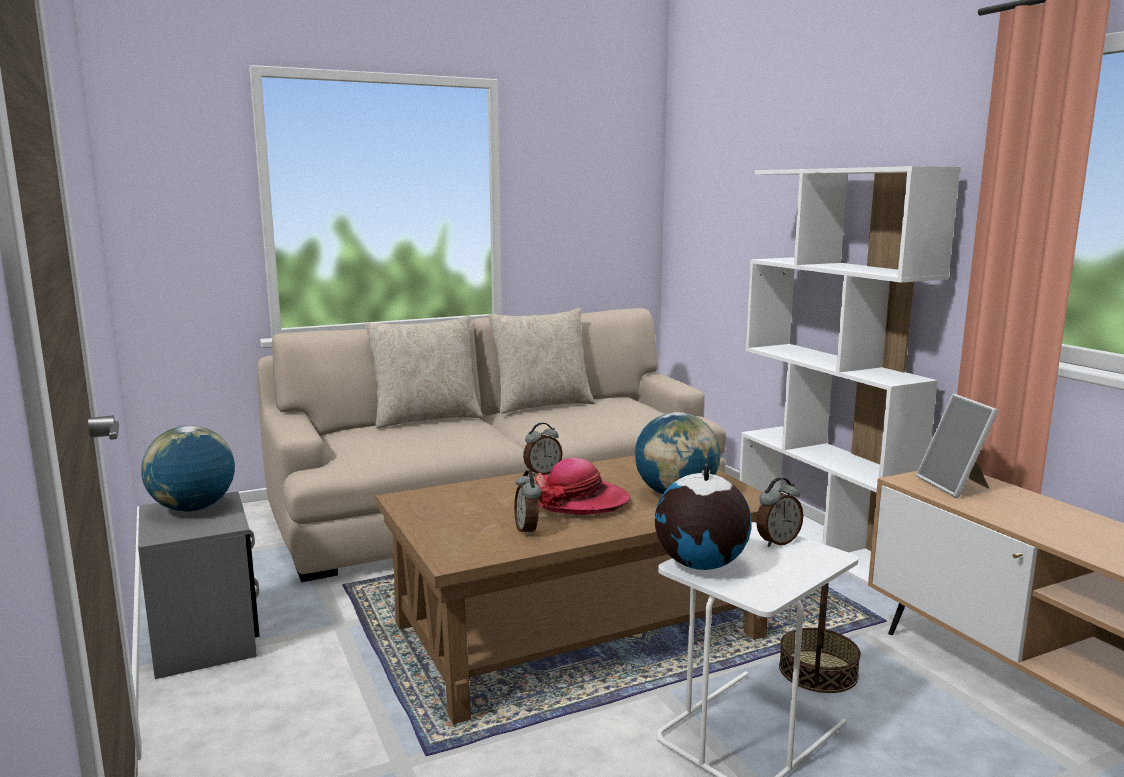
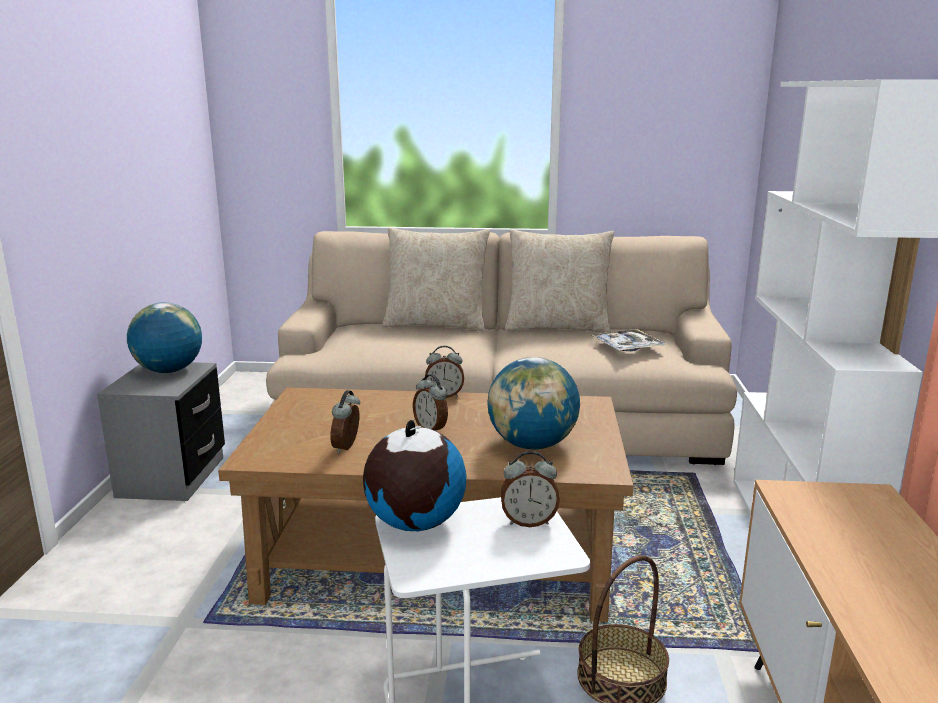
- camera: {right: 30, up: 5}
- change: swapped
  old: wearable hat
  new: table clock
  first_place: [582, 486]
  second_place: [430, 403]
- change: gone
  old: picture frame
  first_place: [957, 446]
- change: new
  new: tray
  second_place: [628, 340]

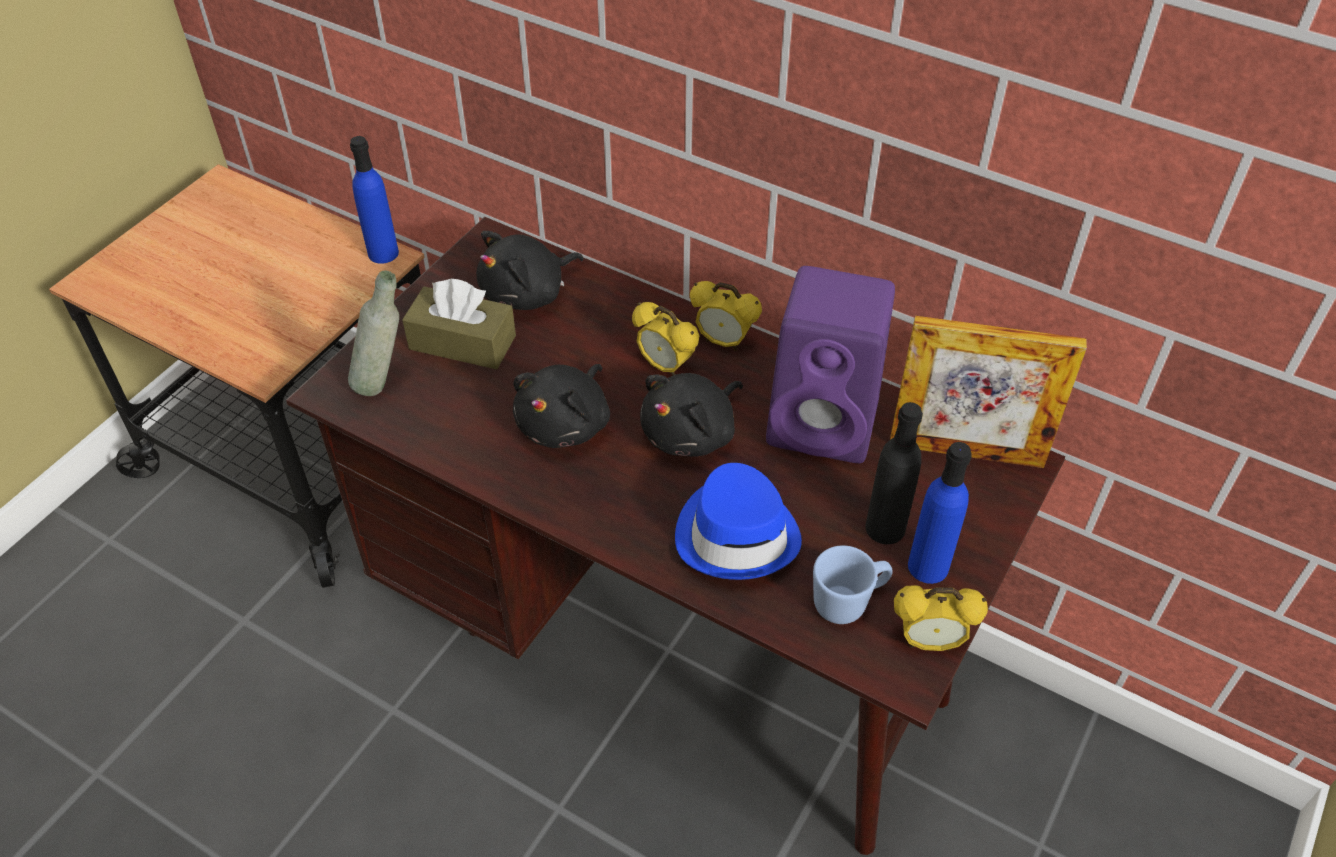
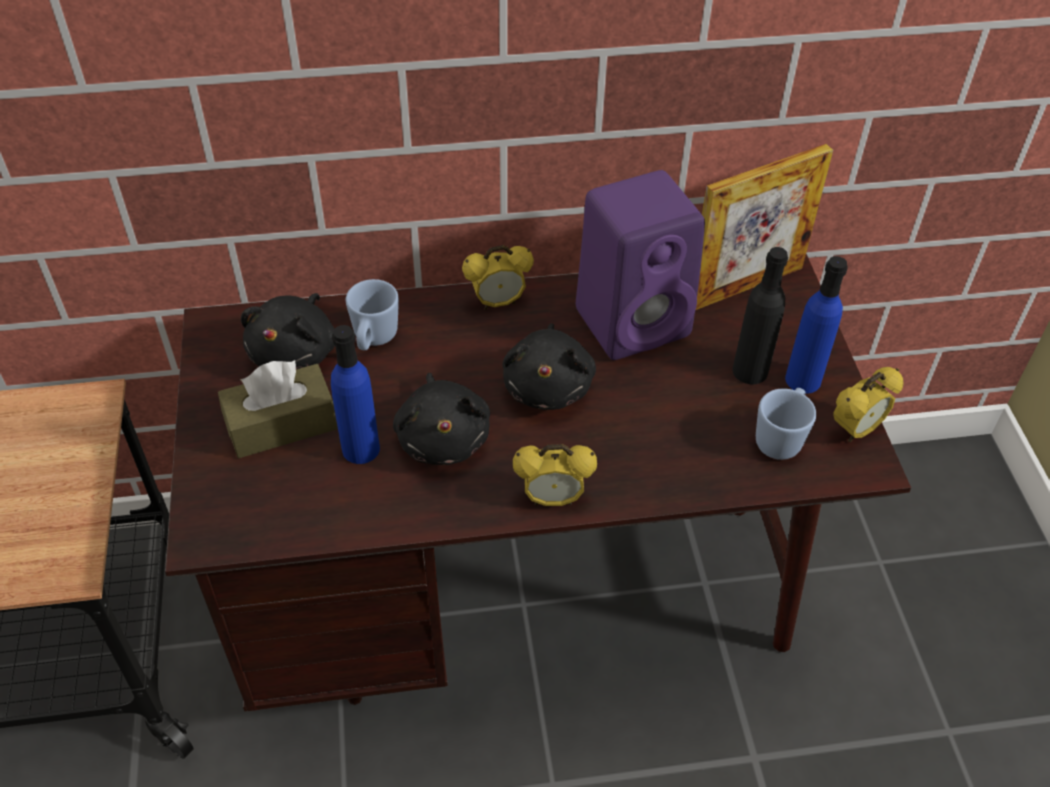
- camera: {right: -40, up: 0}
- change: gone
  old: drink bottle/greyish
  first_place: [373, 333]
- change: shifted
  old: drink bottle/blue-coloured
  first_place: [374, 200]
  second_place: [355, 394]
- change: shifted
  old: table clock
  first_place: [665, 339]
  second_place: [555, 475]
- change: gone
  old: wearable hat/blue-coloured
  first_place: [738, 521]
- change: new
  new: mug/blue-coloured
  second_place: [372, 314]

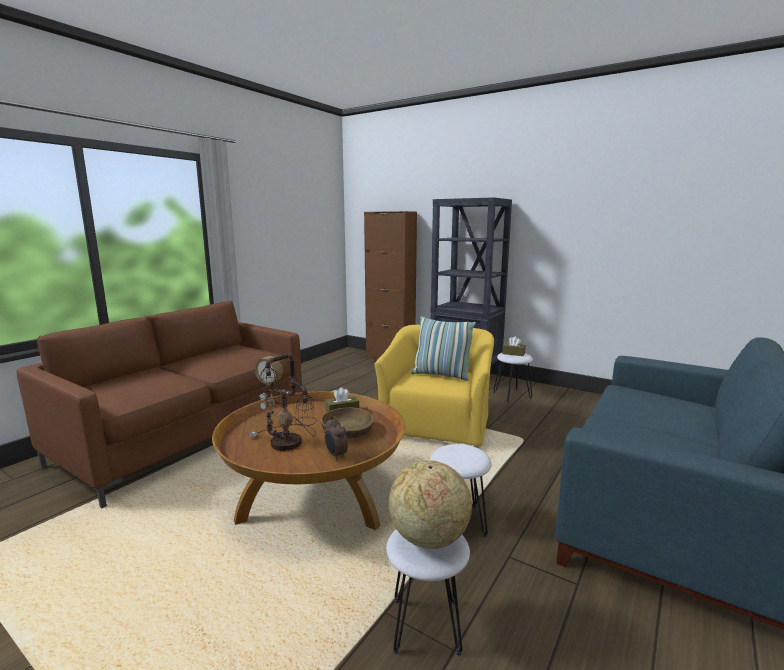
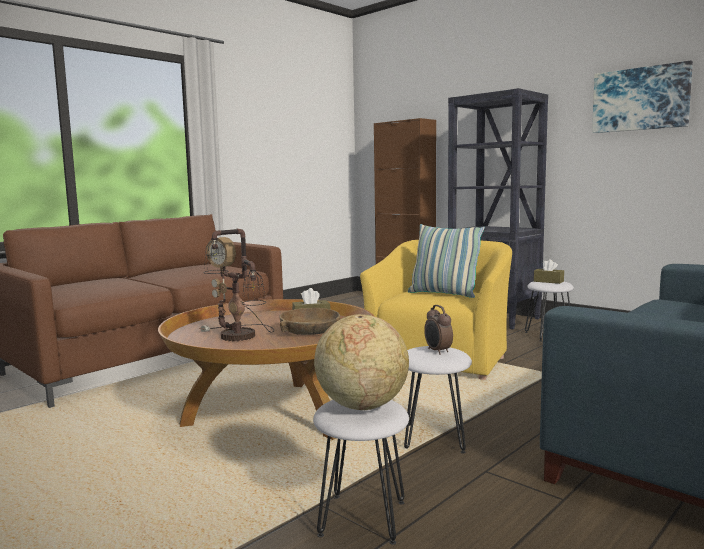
- camera: {right: 10, up: -5}
- change: shifted
  old: table clock
  first_place: [336, 438]
  second_place: [438, 330]
- change: new
  new: wall art
  second_place: [642, 97]

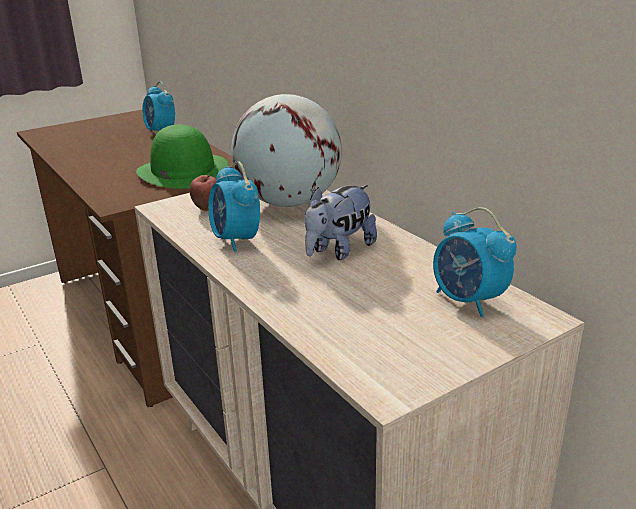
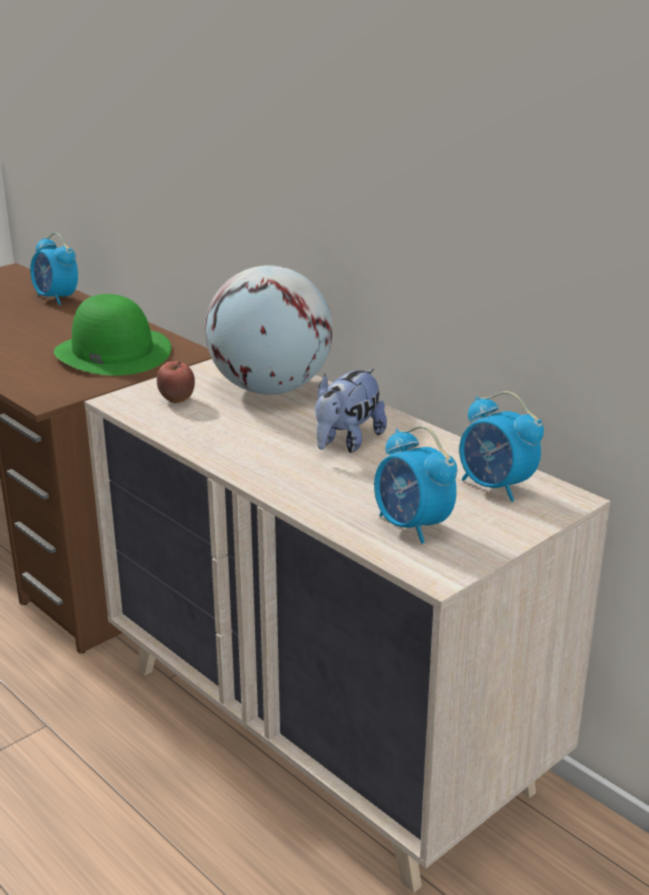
- camera: {right: -10, up: 0}
- change: shifted
  old: table clock
  first_place: [234, 206]
  second_place: [415, 485]

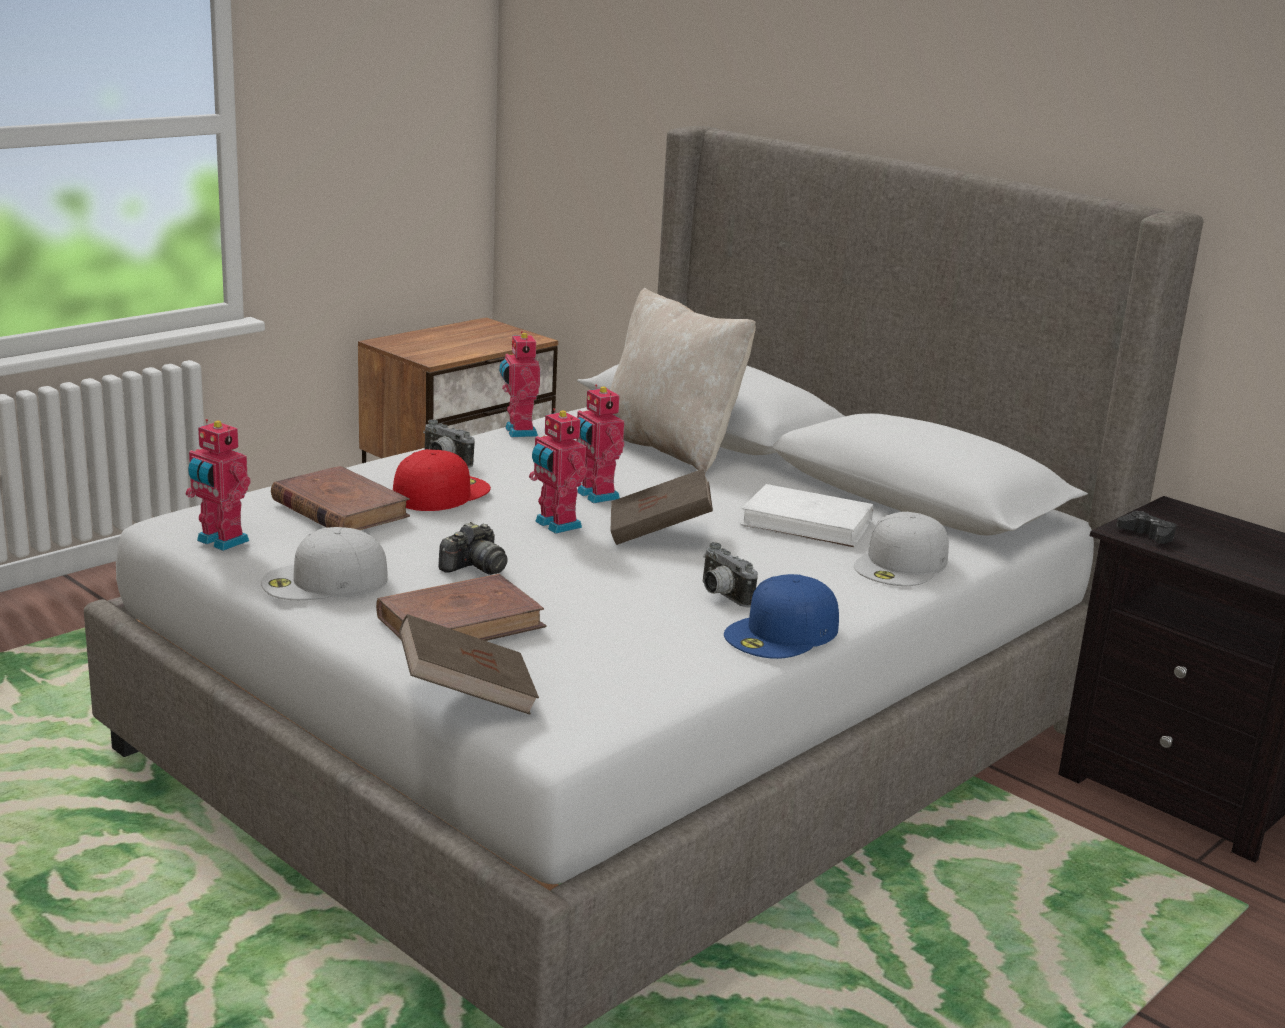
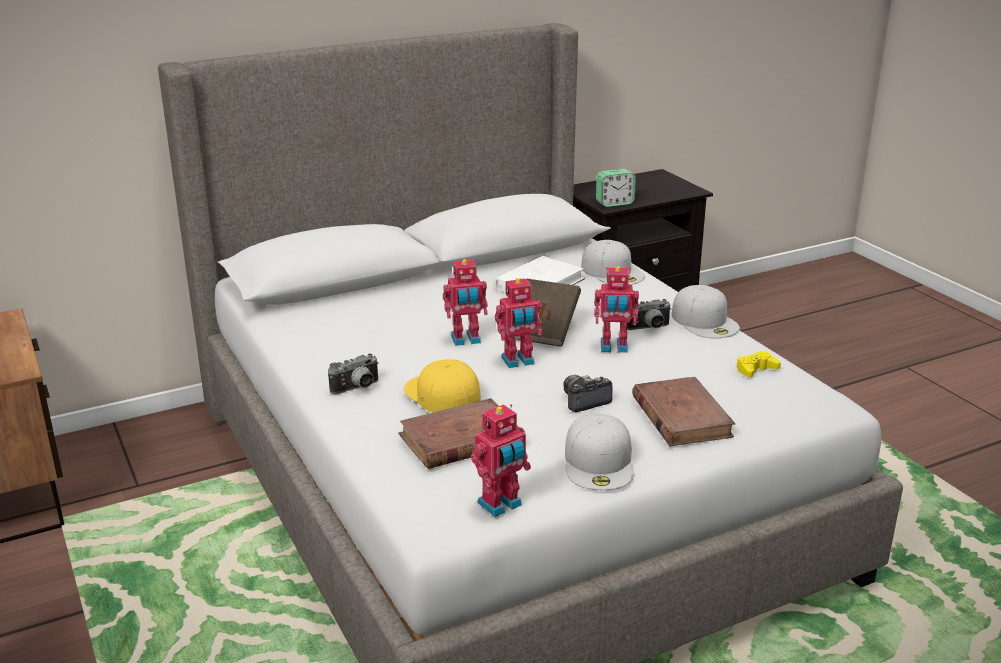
- camera: {right: -70, up: 5}
- change: repainted
  old: peaked cap/red-coloured
  new: peaked cap/yellowish
  first_place: [442, 480]
  second_place: [442, 386]
- change: gone
  old: volume/brownish
  first_place: [469, 664]
- change: rotated
  old: photo camera
  first_place: [473, 548]
  second_place: [587, 393]
  degrees: -90
- change: shifted
  old: toy robot
  first_place: [519, 384]
  second_place: [616, 309]
- change: gone
  old: throw pillow/beige
  first_place: [683, 381]
- change: repainted
  old: peaked cap/blue-coloured
  new: peaked cap/white
  first_place: [781, 616]
  second_place: [706, 311]
- change: swapped
  old: gamepad/black-coloured
  new: table clock
  first_place: [1146, 527]
  second_place: [616, 188]
- change: new
  new: gamepad/yellowish
  second_place: [758, 364]

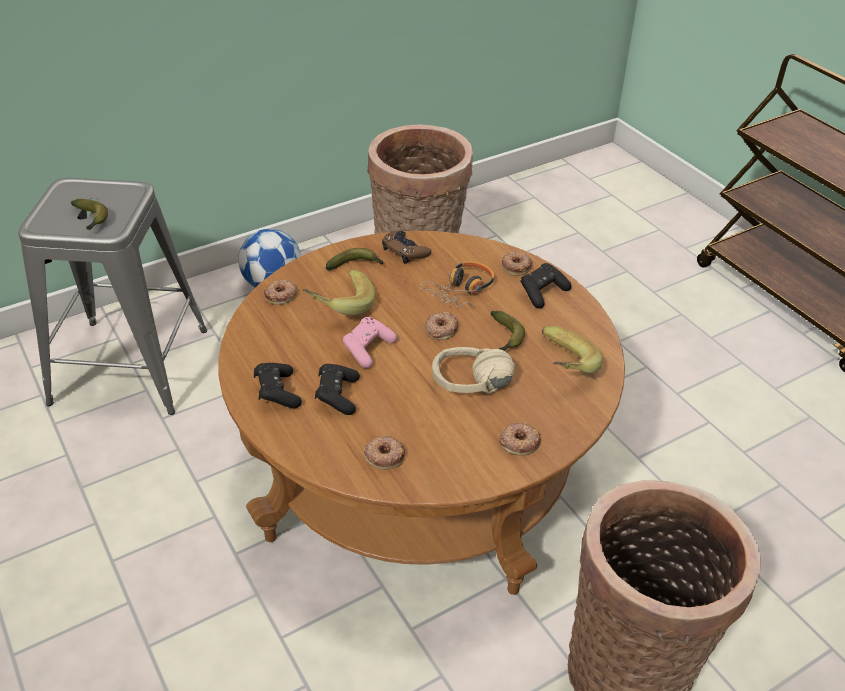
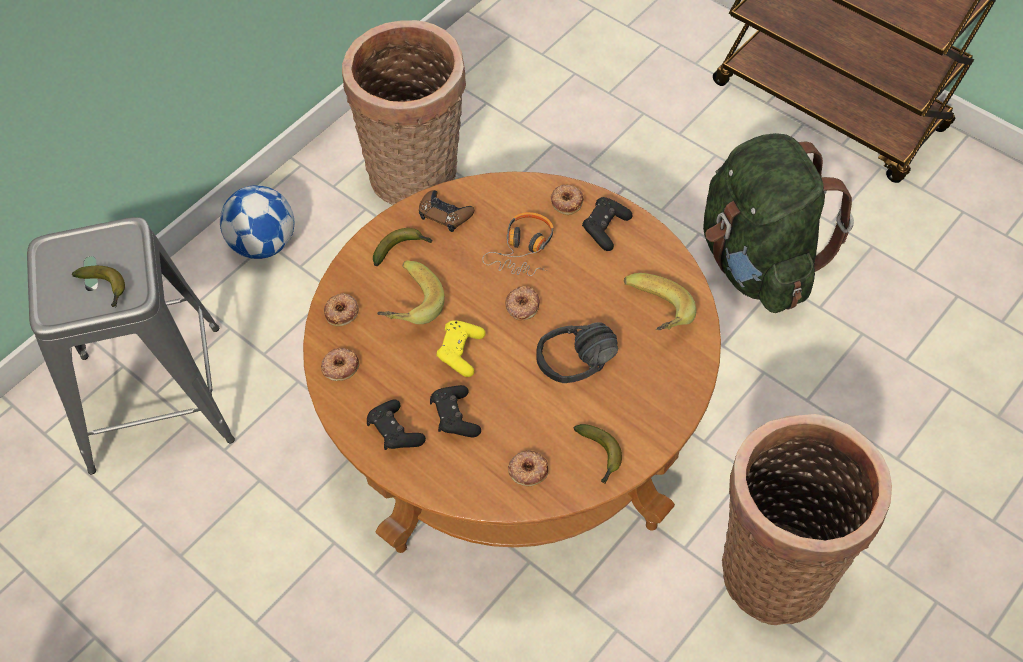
- camera: {right: -15, up: 15}
- change: repainted
  old: gamepad/pink
  new: gamepad/yellowish
  first_place: [370, 342]
  second_place: [461, 348]
- change: repainted
  old: pair of headphones/beige
  new: pair of headphones/black-coloured
  first_place: [473, 370]
  second_place: [577, 352]
- change: shifted
  old: banana fruit
  first_place: [508, 331]
  second_place: [597, 454]
- change: shifted
  old: donut
  first_place: [520, 439]
  second_place: [340, 364]
- change: new
  new: backpack/greenish
  second_place: [778, 223]

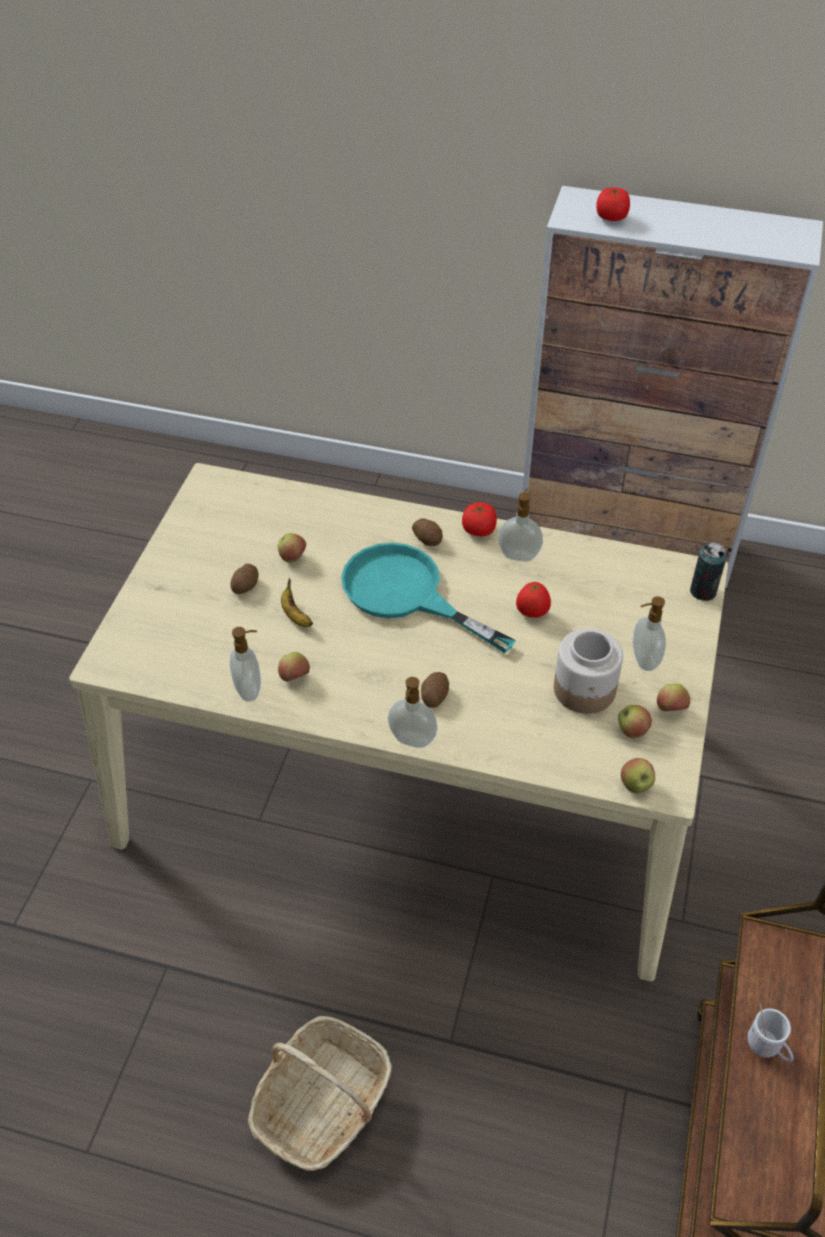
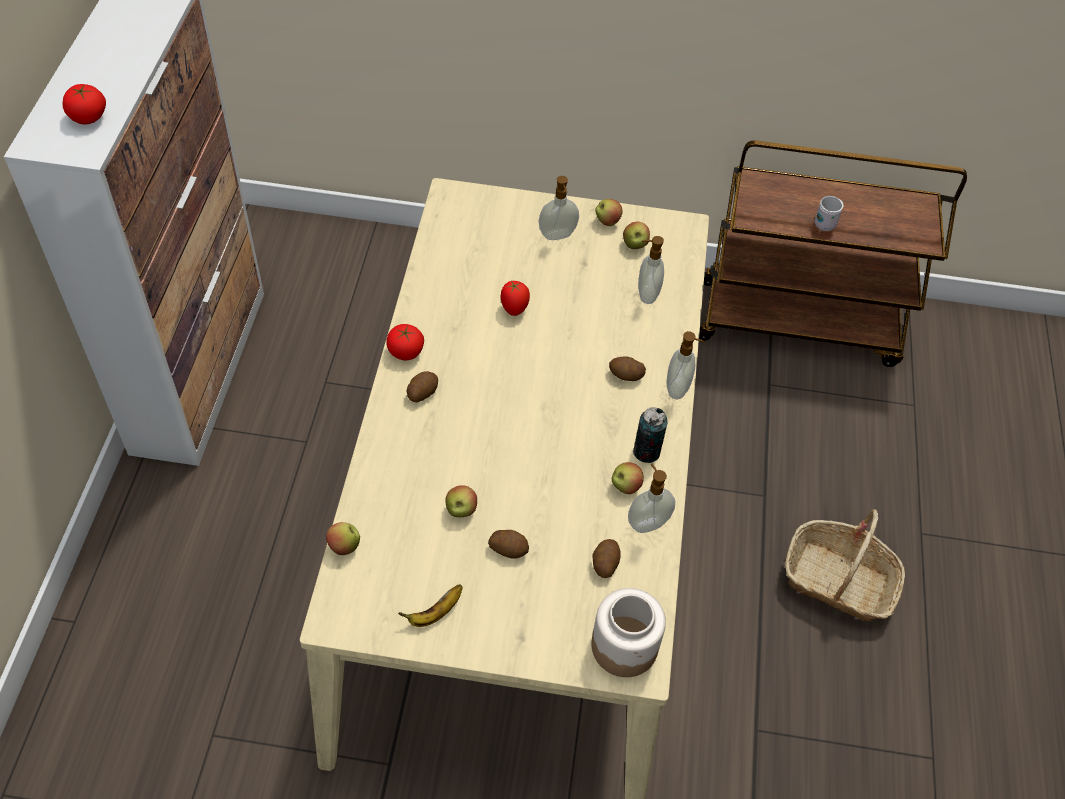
- camera: {right: -100, up: 5}
- change: shifted
  old: banana fruit
  first_place: [297, 602]
  second_place: [430, 605]
- change: gone
  old: pan/turquoise
  first_place: [428, 598]
- change: shifted
  old: soap dispenser
  first_place: [520, 524]
  second_place: [651, 270]
- change: shifted
  old: preserve jar
  first_place: [588, 671]
  second_place: [628, 632]
- change: shifted
  old: apple
  first_place: [638, 776]
  second_place: [343, 538]
- change: shifted
  old: metal can
  first_place: [708, 571]
  second_place: [650, 435]
- change: new
  new: whole potato
  second_place: [606, 558]

